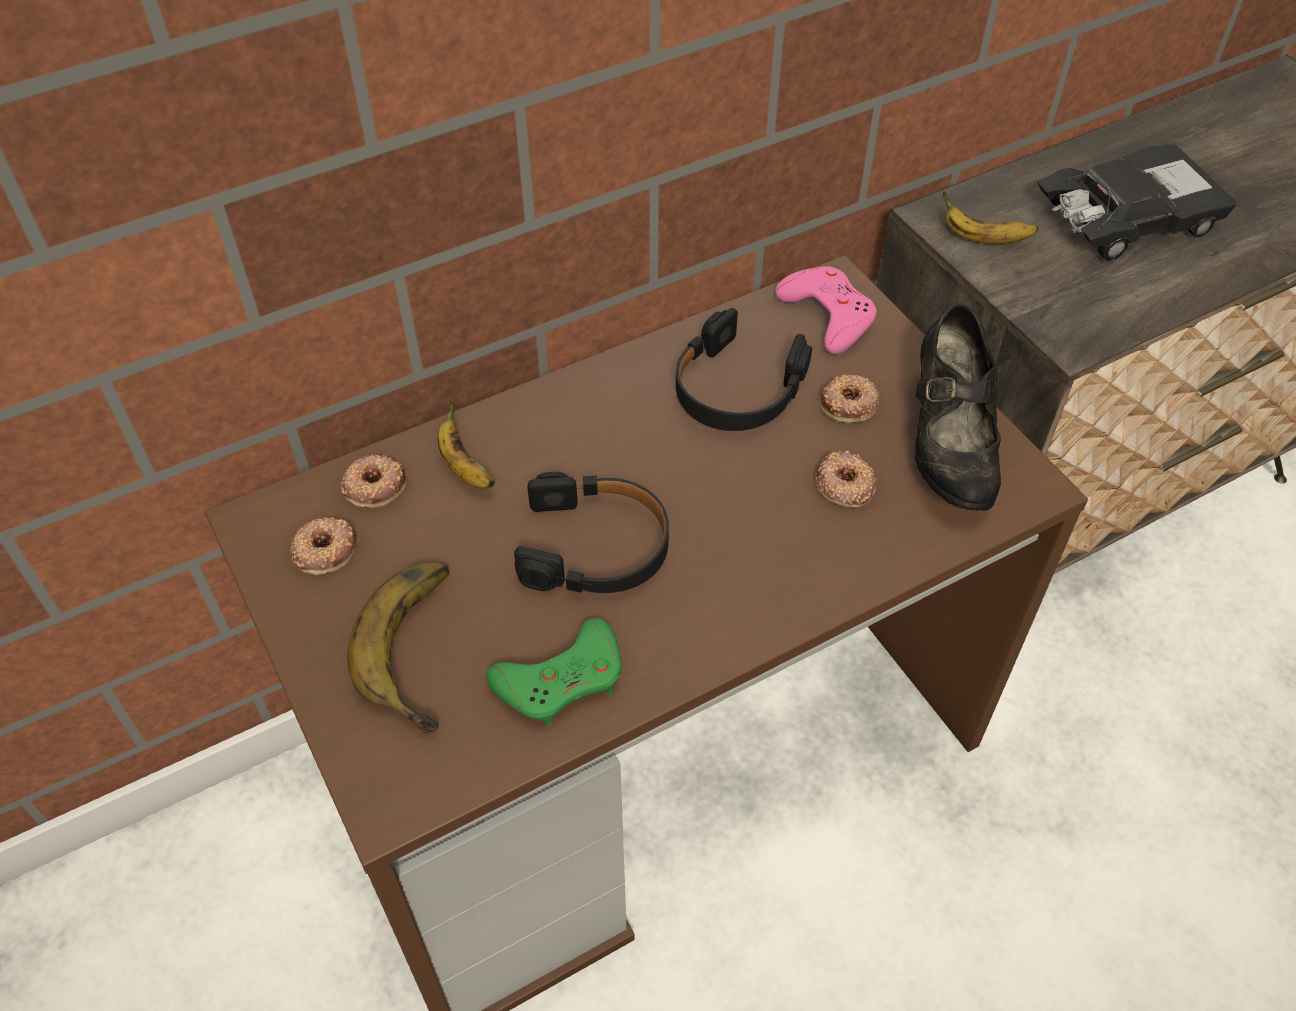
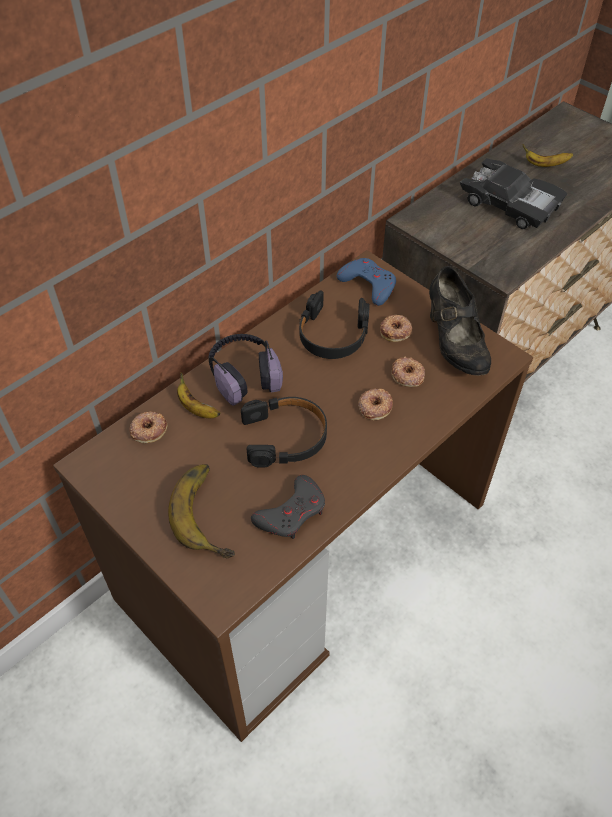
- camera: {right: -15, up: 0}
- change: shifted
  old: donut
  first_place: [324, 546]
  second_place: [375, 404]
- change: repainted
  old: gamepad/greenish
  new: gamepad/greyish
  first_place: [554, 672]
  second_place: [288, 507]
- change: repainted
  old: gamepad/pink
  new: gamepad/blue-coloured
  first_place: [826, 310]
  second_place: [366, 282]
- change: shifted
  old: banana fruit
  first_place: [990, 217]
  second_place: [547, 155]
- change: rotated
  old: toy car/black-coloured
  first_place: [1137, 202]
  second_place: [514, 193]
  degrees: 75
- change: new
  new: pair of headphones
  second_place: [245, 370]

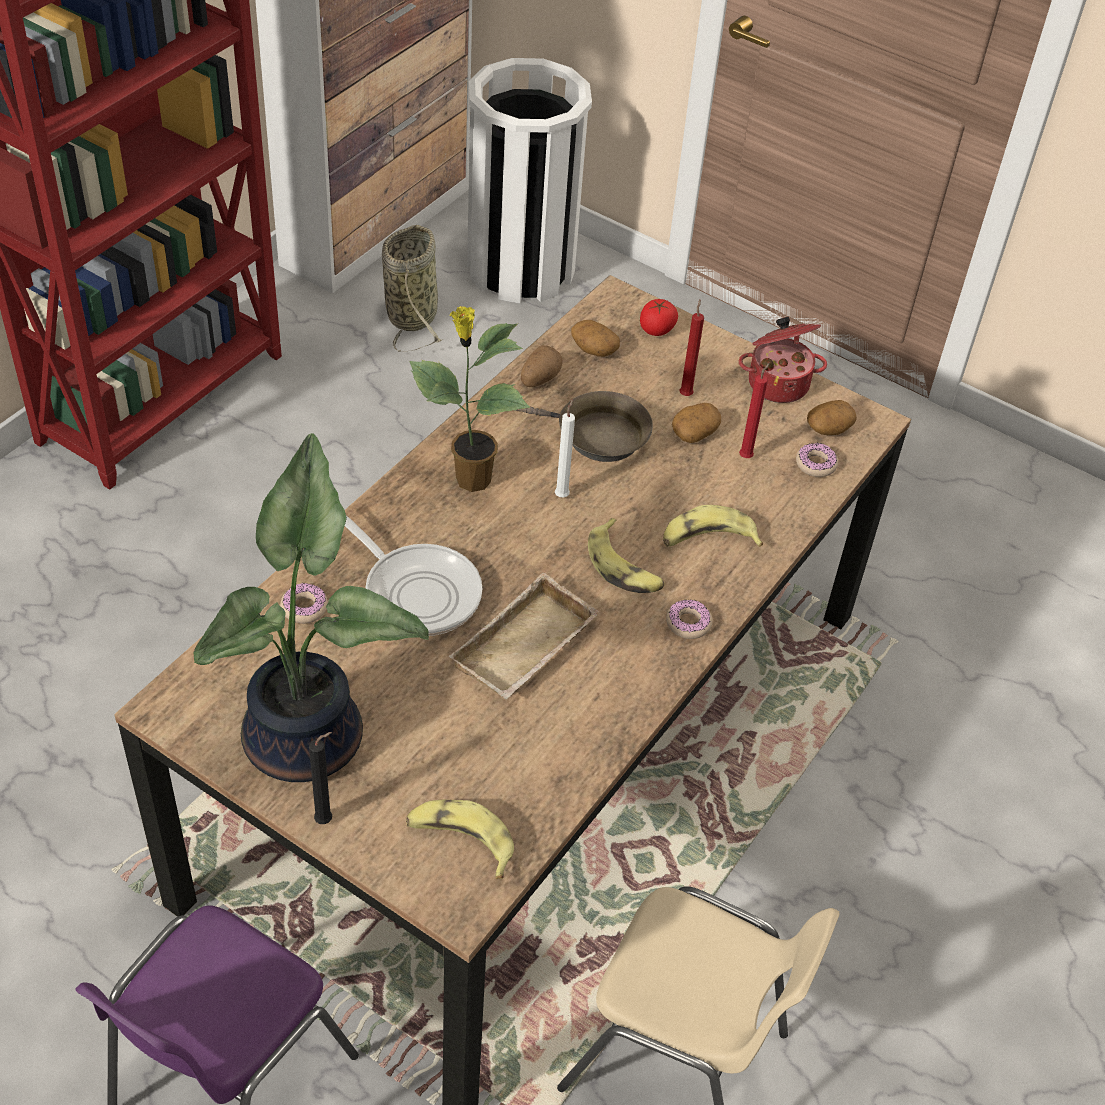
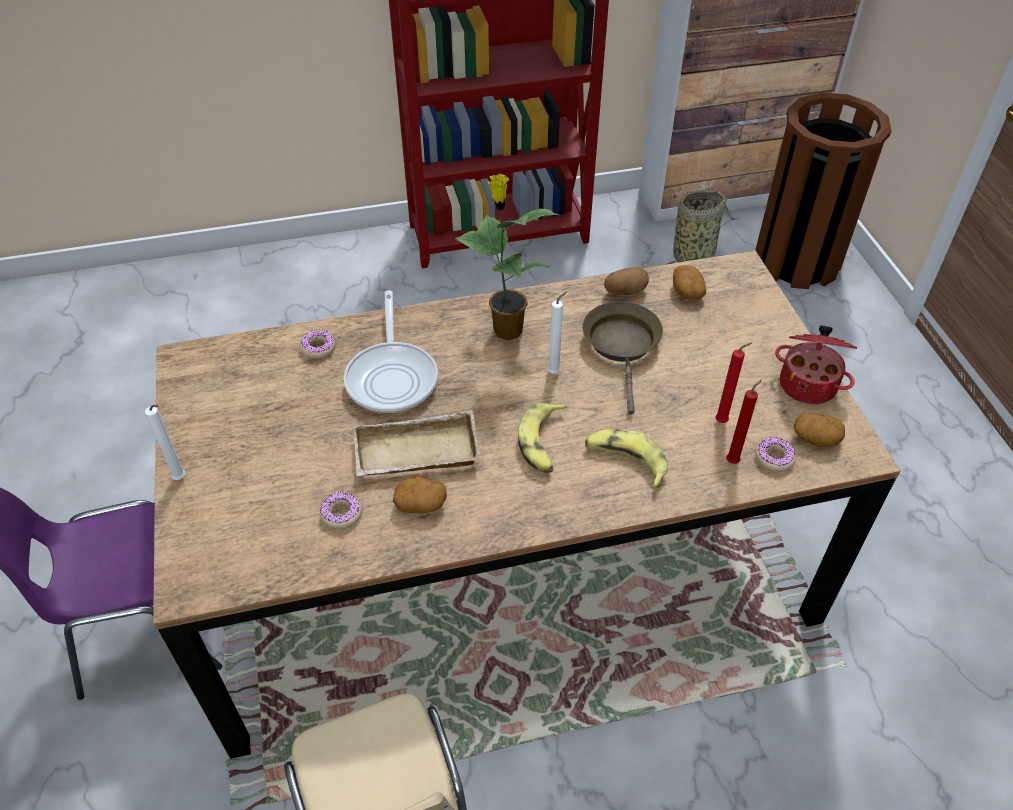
- camera: {right: 45, up: 0}
- change: gone
  old: potted plant
  first_place: [311, 607]
- change: repainted
  old: candle/black-coloured
  new: candle/white
  first_place: [320, 778]
  second_place: [165, 442]
- change: gone
  old: banana fruit
  first_place: [460, 839]
- change: repainted
  old: trash can/white
  new: trash can/brownish
  first_place: [529, 181]
  second_place: [823, 191]
- change: rotated
  old: pan/brownish
  first_place: [584, 426]
  second_place: [623, 357]
  degrees: -150
- change: gone
  old: fresh tomato
  first_place: [659, 317]
- change: shifted
  old: donut
  first_place: [689, 619]
  second_place: [341, 510]
- change: shifted
  old: whole potato
  first_place: [696, 423]
  second_place: [420, 495]
- change: shifted
  old: candle/red-coloured
  first_place: [692, 348]
  second_place: [744, 421]

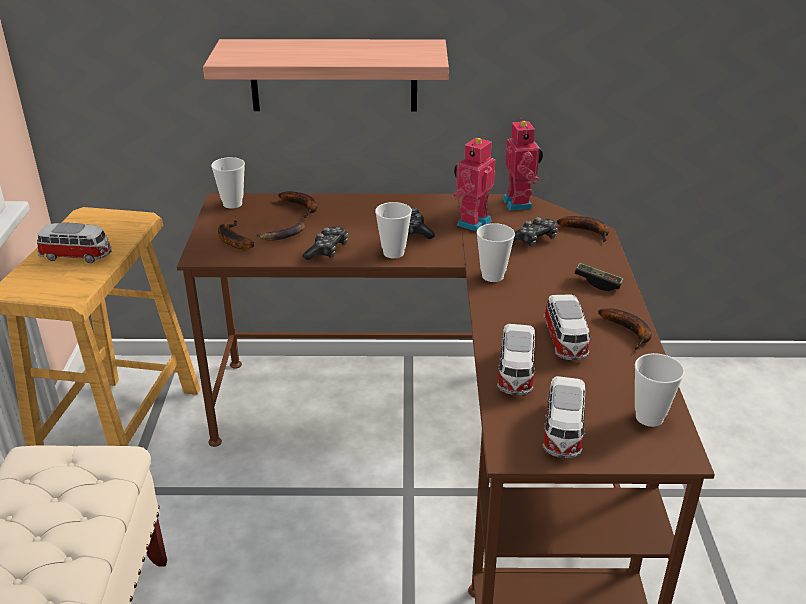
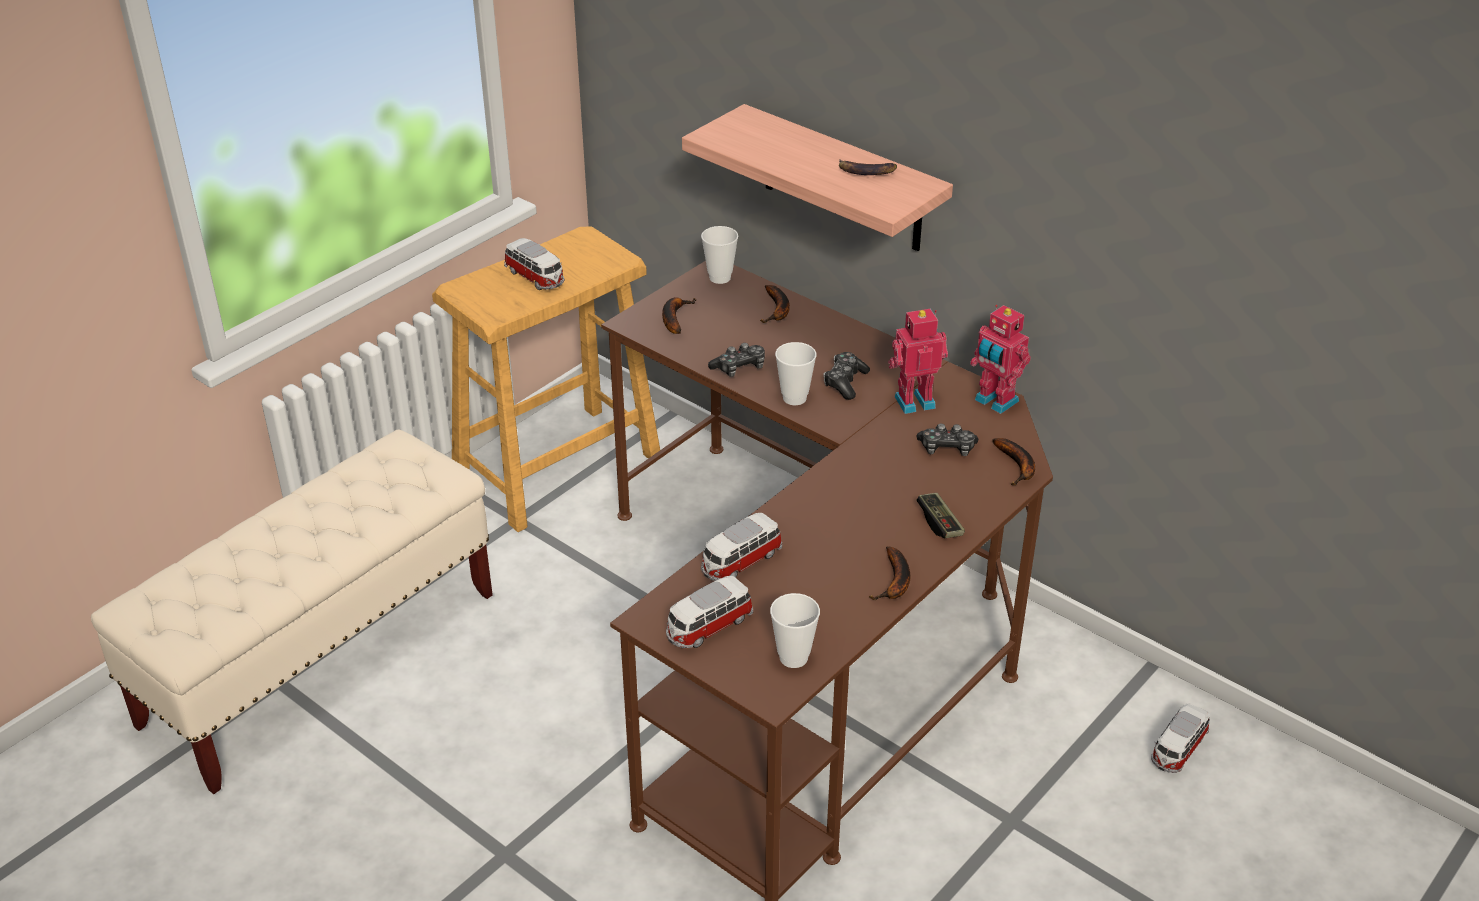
- camera: {right: 40, up: 5}
- change: shifted
  old: banana fruit
  first_place: [280, 231]
  second_place: [868, 167]
- change: gone
  old: small cup
  first_place: [496, 252]
- change: rotated
  old: toy robot
  first_place: [523, 164]
  second_place: [1000, 359]
  degrees: 105
- change: shifted
  old: toy car
  first_place: [567, 327]
  second_place: [1180, 738]

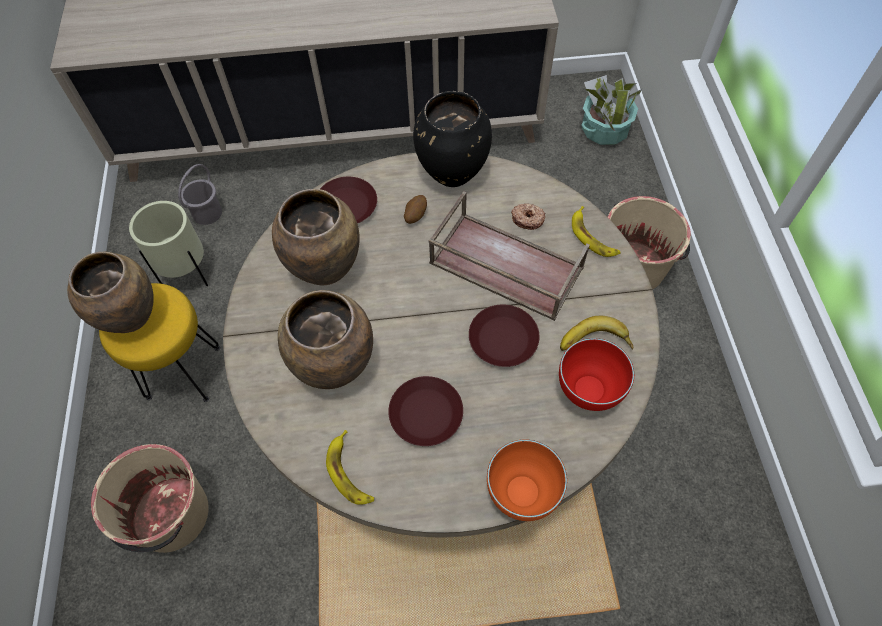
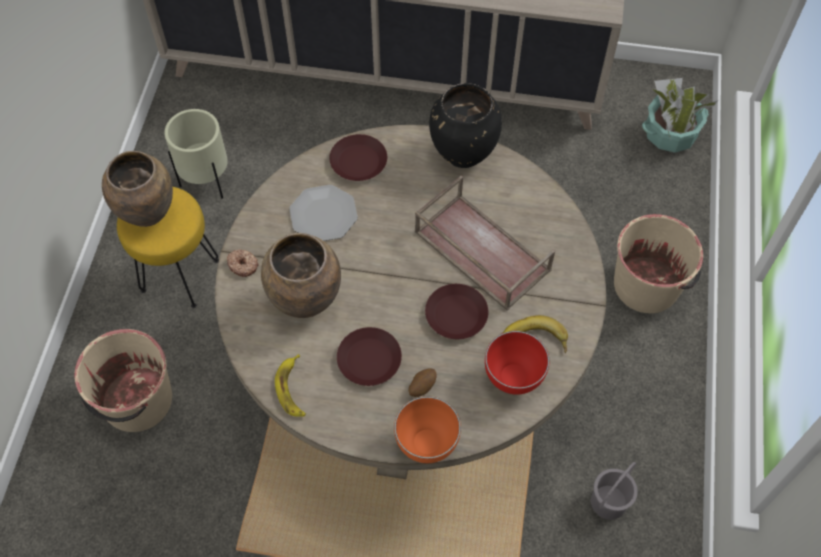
- camera: {right: 15, up: 0}
- change: shifted
  old: bucket/greyish
  first_place: [200, 194]
  second_place: [614, 491]
- change: swapped
  old: vase/brownish
  new: flat dish
  first_place: [316, 237]
  second_place: [323, 213]
- change: shifted
  old: whole potato
  first_place: [415, 209]
  second_place: [422, 382]
- change: shifted
  old: donut
  first_place: [528, 217]
  second_place: [243, 263]
- change: gone
  old: banana fruit
  first_place: [596, 231]

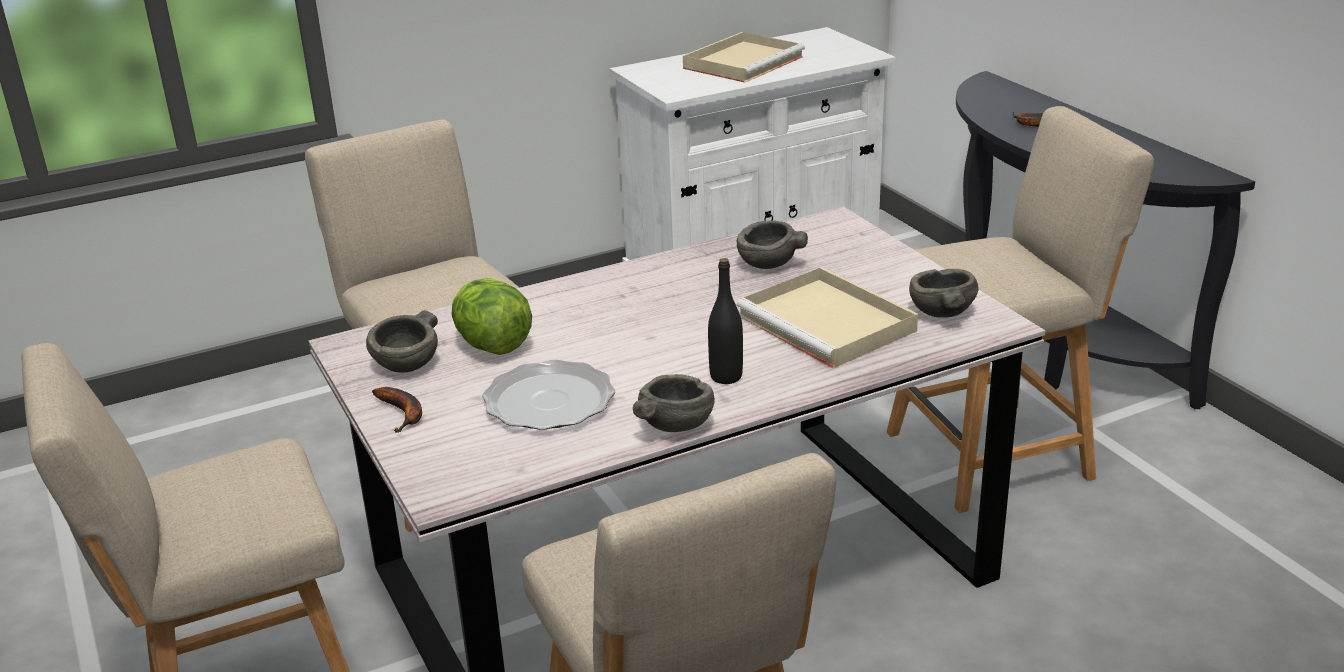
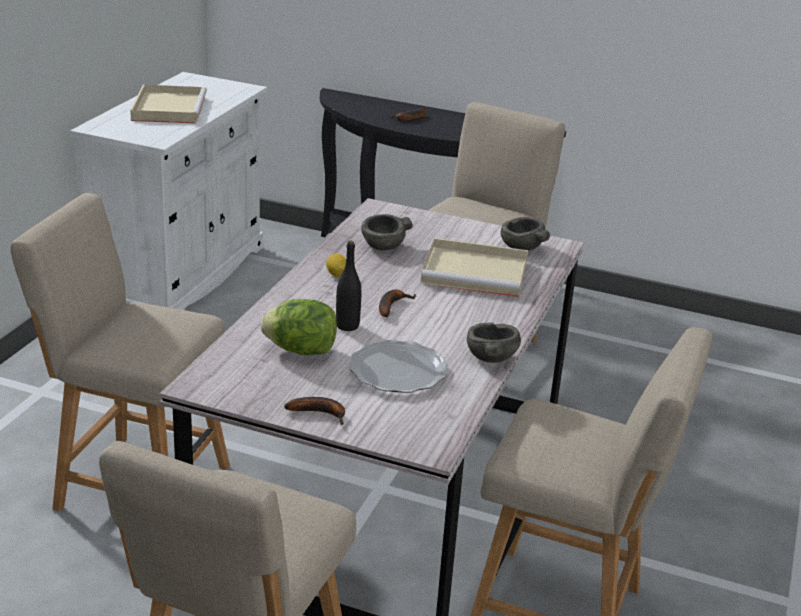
- camera: {right: -45, up: 0}
- change: gone
  old: deep dish/greyish
  first_place: [402, 341]
- change: shifted
  old: drink bottle/black-coloured
  first_place: [725, 321]
  second_place: [348, 286]
- change: new
  new: whole lemon
  second_place: [336, 265]
- change: new
  new: banana fruit
  second_place: [397, 303]

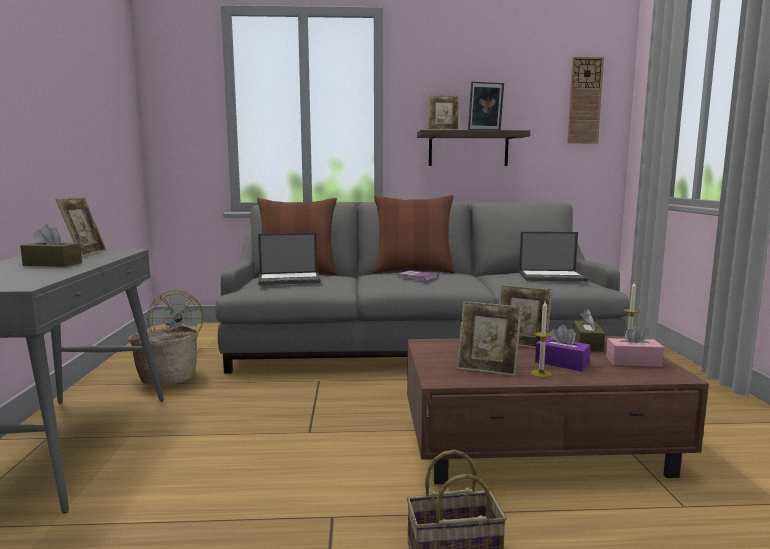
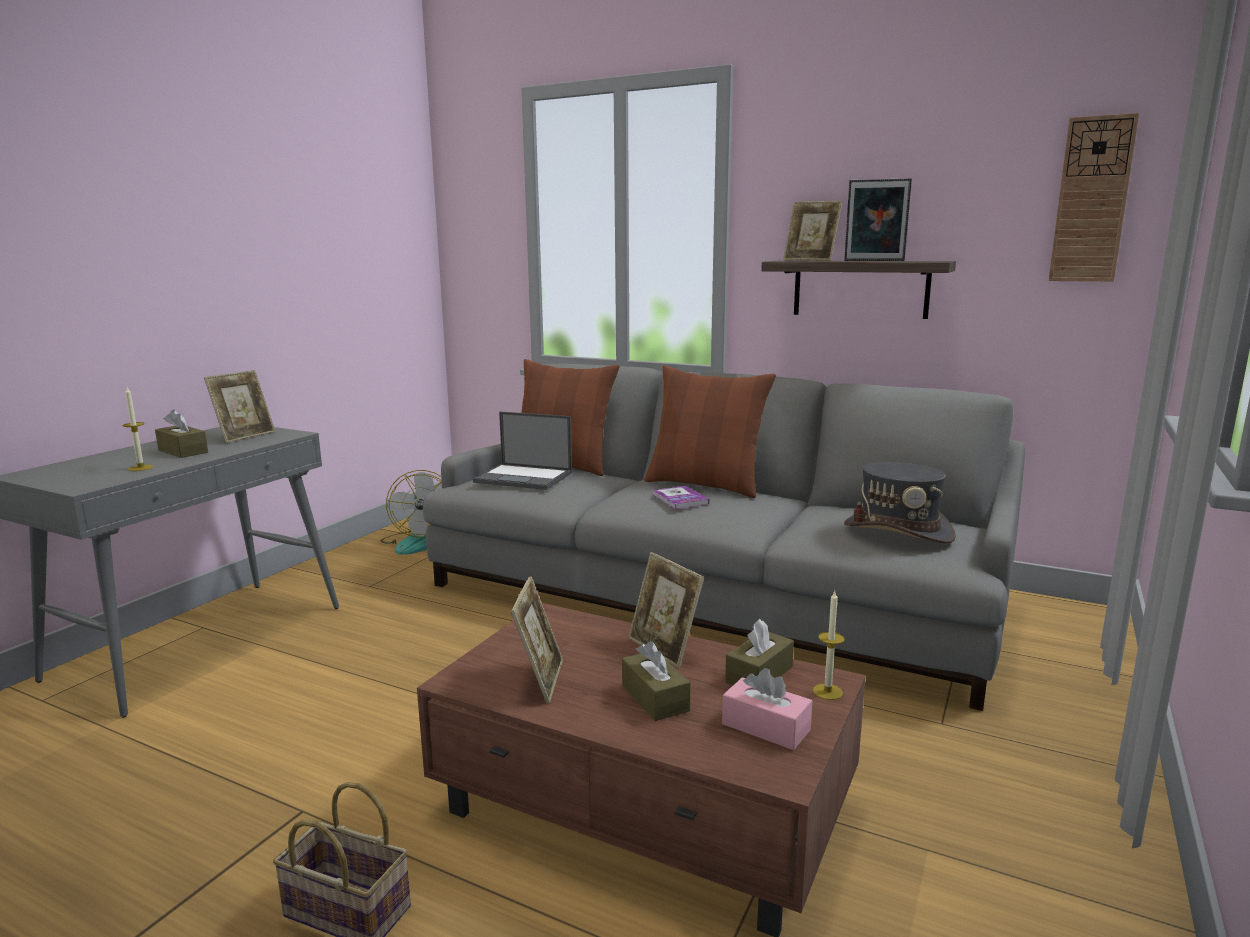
- camera: {right: 30, up: 5}
- change: gone
  old: storage basket
  first_place: [163, 355]
- change: rotated
  old: picture frame
  first_place: [489, 339]
  second_place: [537, 640]
  degrees: -135
- change: swapped
  old: notebook computer
  new: wearable hat/greyish
  first_place: [553, 257]
  second_place: [900, 502]
- change: shifted
  old: candle
  first_place: [541, 339]
  second_place: [138, 429]
- change: repainted
  old: tissue box/purple
  new: tissue box/brownish
  first_place: [563, 348]
  second_place: [656, 681]

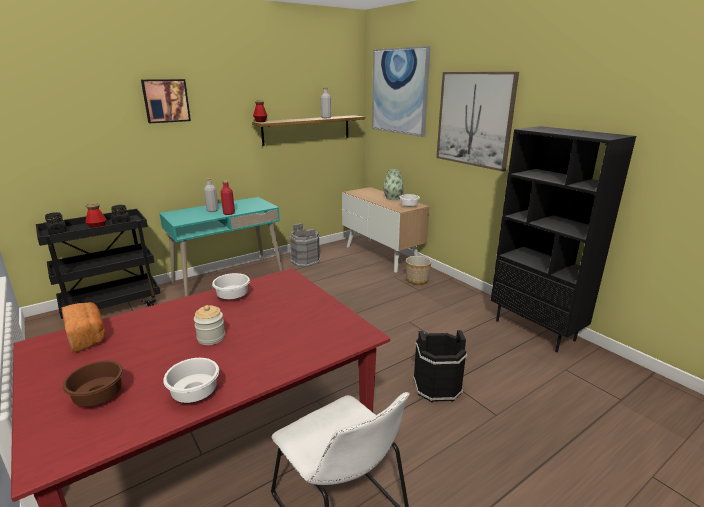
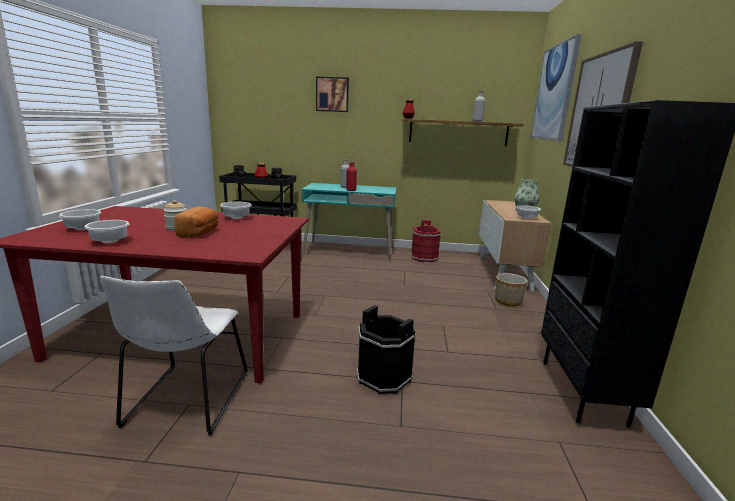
- camera: {right: 40, up: -5}
- change: shifted
  old: baked bread
  first_place: [84, 327]
  second_place: [196, 222]
- change: repainted
  old: deep dish/brownish
  new: deep dish/white
  first_place: [92, 383]
  second_place: [80, 219]
- change: repainted
  old: bucket/greyish
  new: bucket/red-coloured
  first_place: [305, 245]
  second_place: [426, 241]

